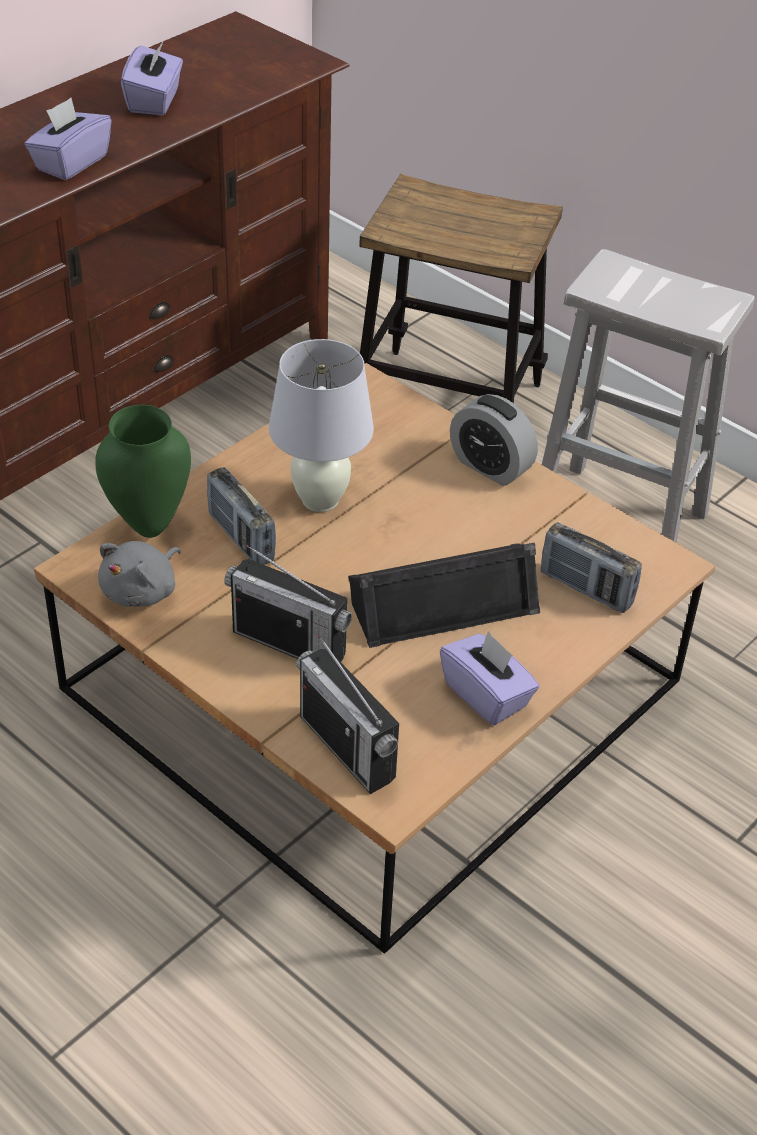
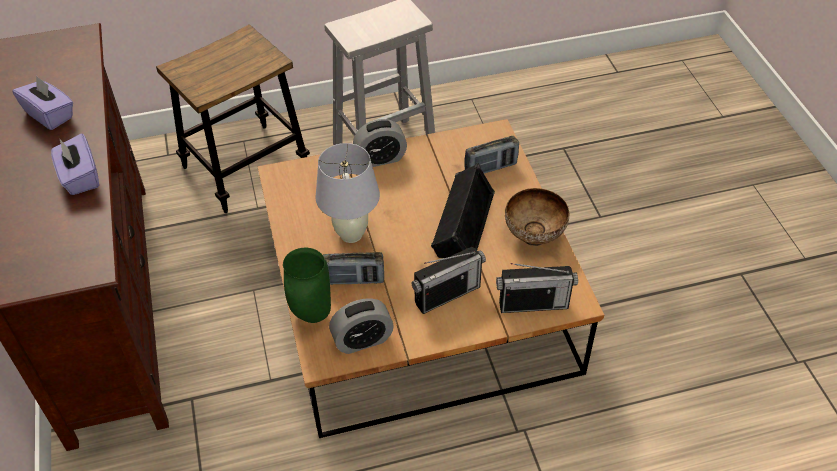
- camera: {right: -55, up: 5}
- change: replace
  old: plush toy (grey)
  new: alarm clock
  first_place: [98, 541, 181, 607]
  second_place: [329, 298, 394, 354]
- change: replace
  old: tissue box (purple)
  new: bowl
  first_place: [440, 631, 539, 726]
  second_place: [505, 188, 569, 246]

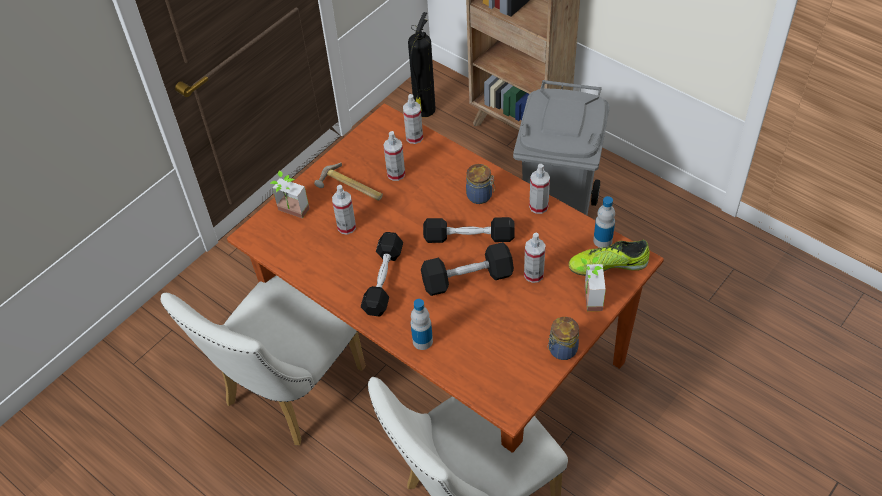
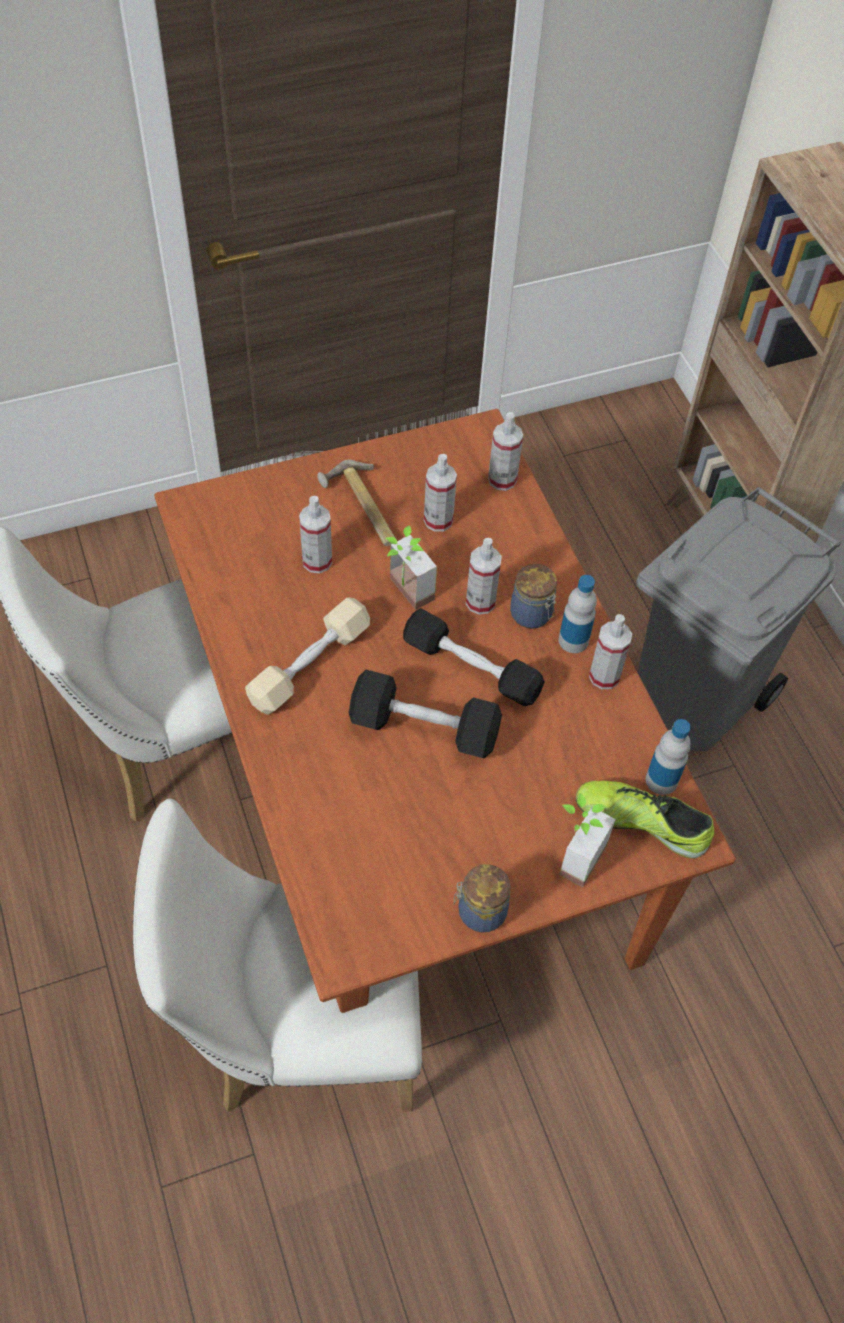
- camera: {right: 25, up: 5}
- change: move
  old: potted plant
  first_place: [270, 171, 310, 219]
  second_place: [385, 525, 437, 610]
- change: recolor
  old: dumbbell (black)
  new: dumbbell (beige)
  first_place: [361, 232, 403, 316]
  second_place: [245, 597, 370, 715]
- change: delete
  old: fire extinguisher
  first_place: [408, 12, 436, 117]
- change: move
  old: bottle
  first_place: [411, 299, 433, 350]
  second_place: [559, 575, 597, 653]
- change: move
  old: spray bottle
  first_place: [524, 233, 546, 283]
  second_place: [466, 538, 502, 615]

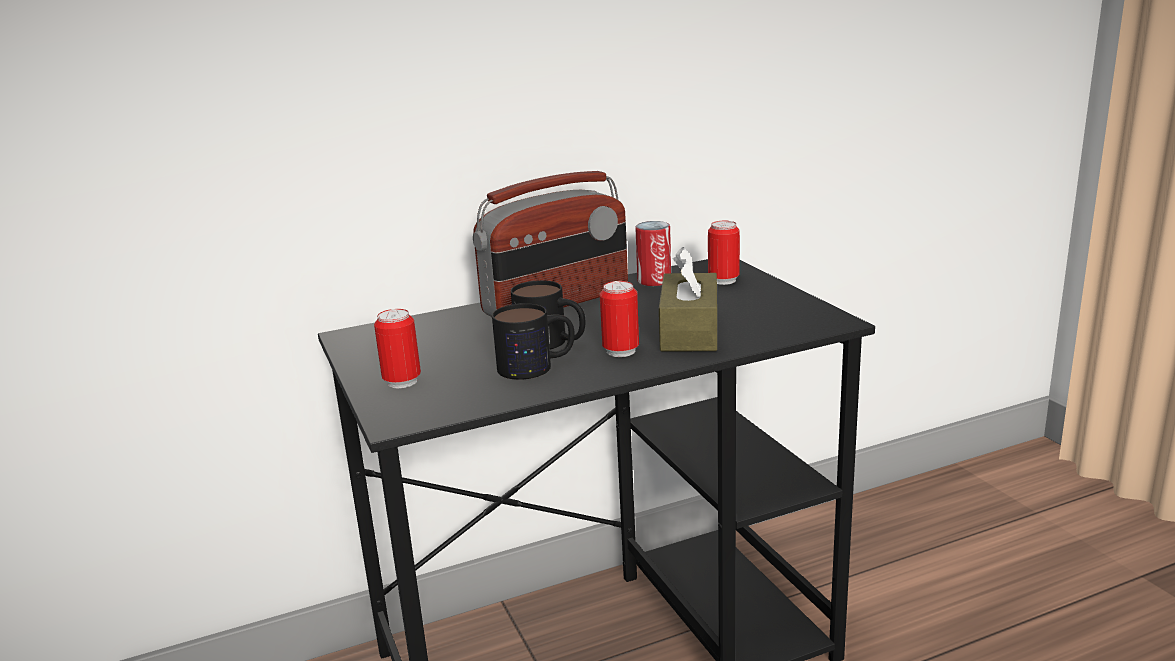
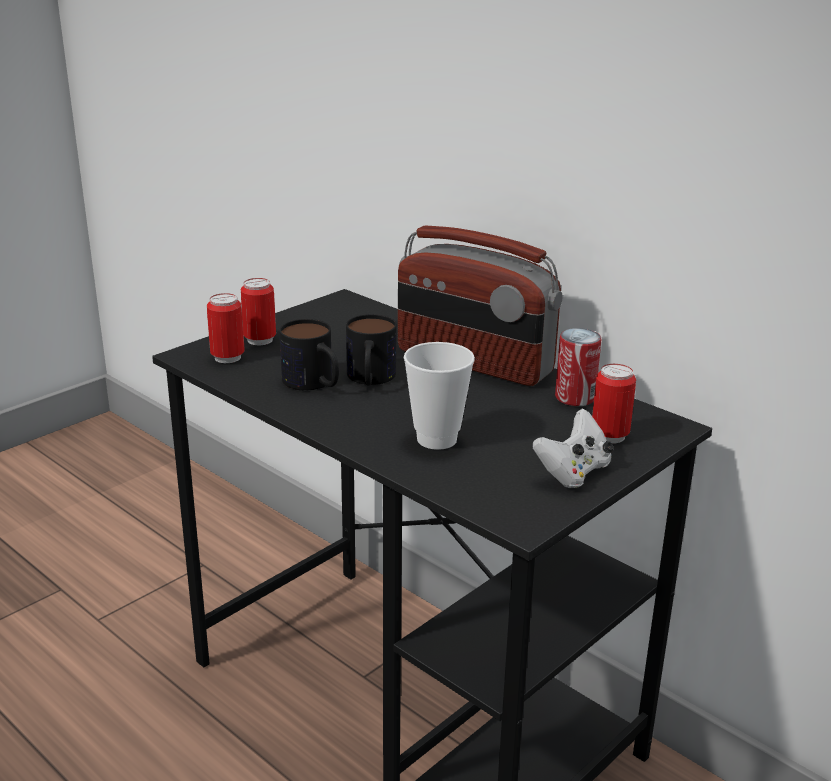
- camera: {right: 65, up: 5}
- change: move
  old: can
  first_place: [599, 281, 639, 357]
  second_place: [207, 293, 245, 363]
- change: replace
  old: tissue box (brown)
  new: cup
  first_place: [659, 247, 717, 351]
  second_place: [404, 342, 475, 450]
- change: insert
  new: game controller (white)
  second_place: [532, 409, 613, 488]

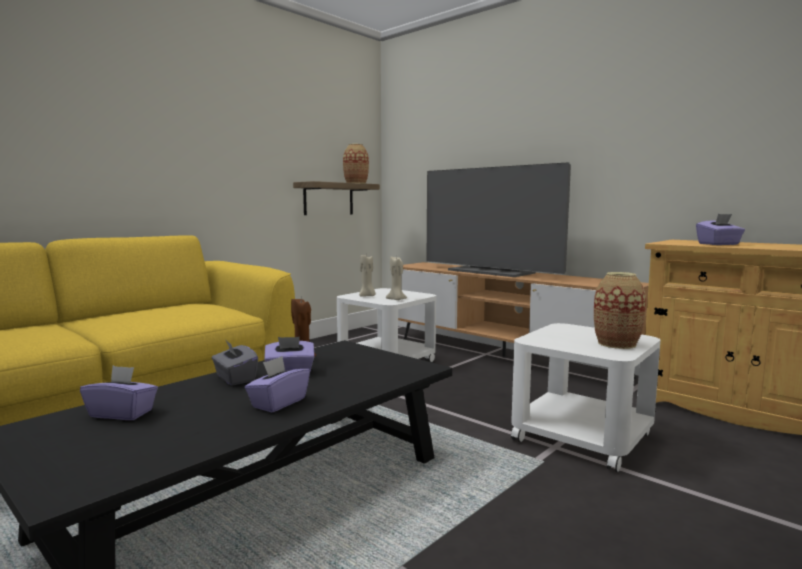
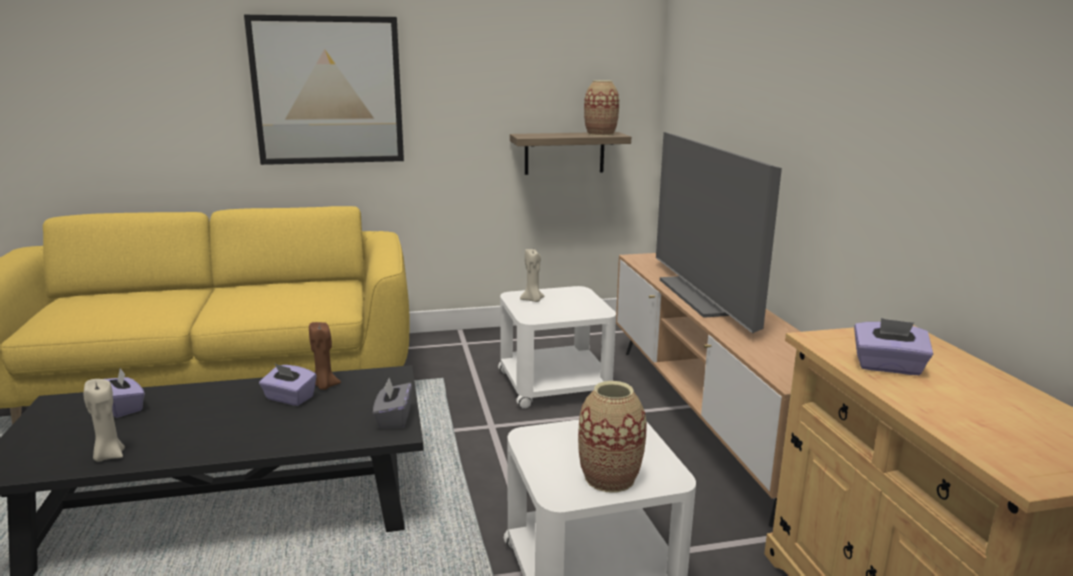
- camera: {right: 35, up: 10}
- change: move
  old: tissue box (grey)
  first_place: [212, 339, 258, 386]
  second_place: [373, 378, 412, 428]
- change: delete
  old: tissue box (purple)
  first_place: [245, 356, 310, 412]
- change: move
  old: candle (beige)
  first_place: [386, 257, 407, 300]
  second_place: [84, 379, 125, 462]
- change: insert
  new: picture
  second_place: [244, 15, 404, 165]

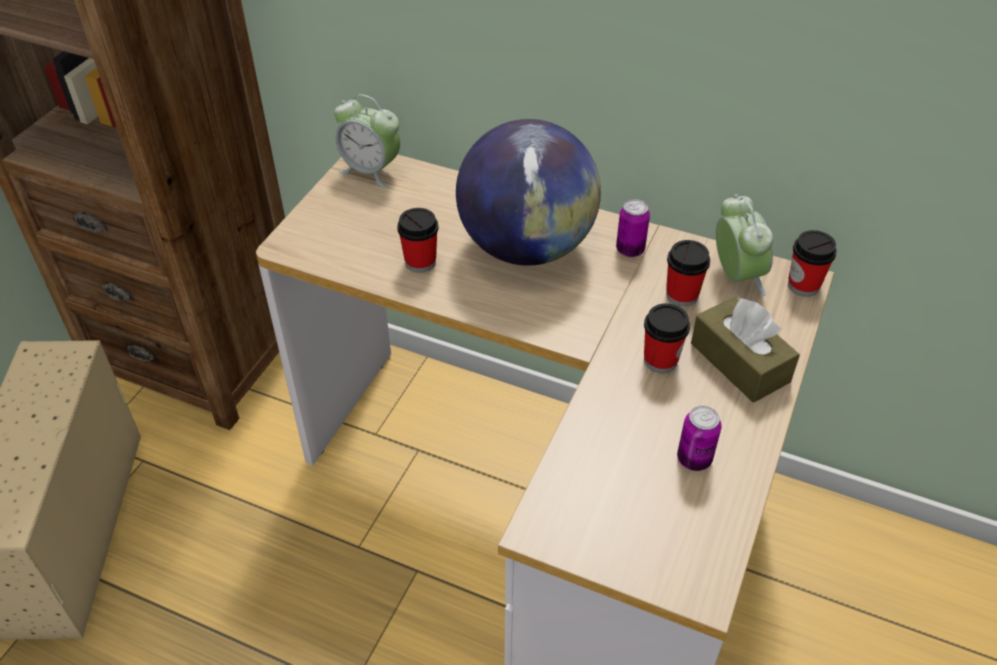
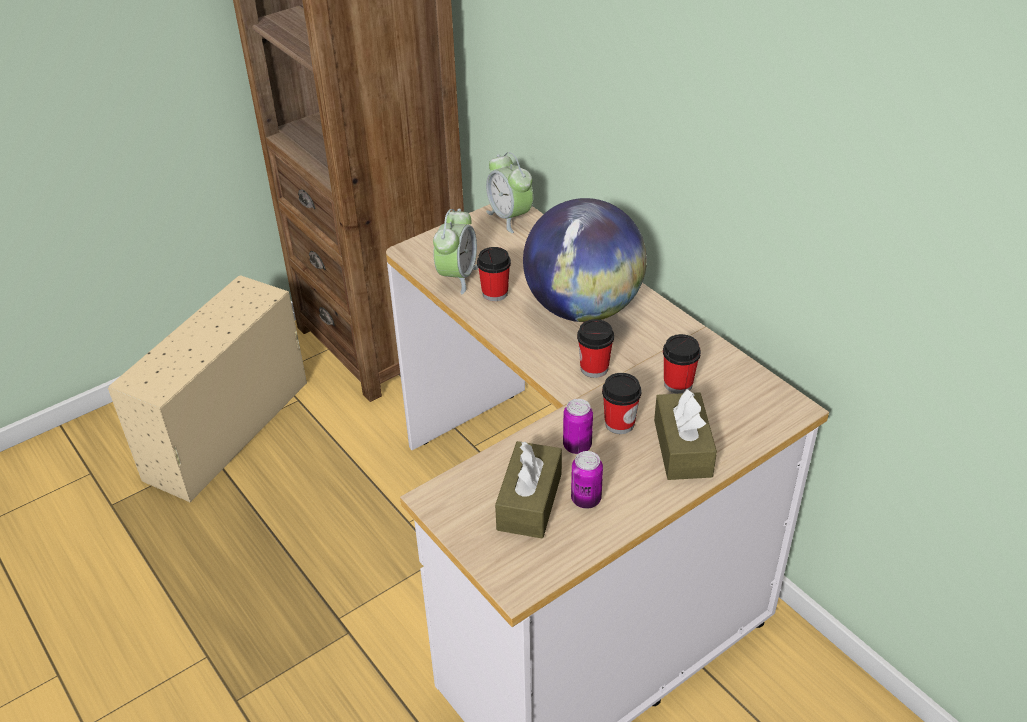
- camera: {right: 30, up: -5}
- change: move
  old: can
  first_place: [616, 199, 650, 257]
  second_place: [563, 399, 593, 454]
- change: move
  old: alarm clock
  first_place: [716, 194, 773, 296]
  second_place: [433, 209, 478, 294]
- change: move
  old: cup
  first_place: [788, 230, 837, 297]
  second_place: [577, 319, 614, 378]
- change: insert
  new: tissue box (brown)
  second_place: [495, 441, 562, 538]

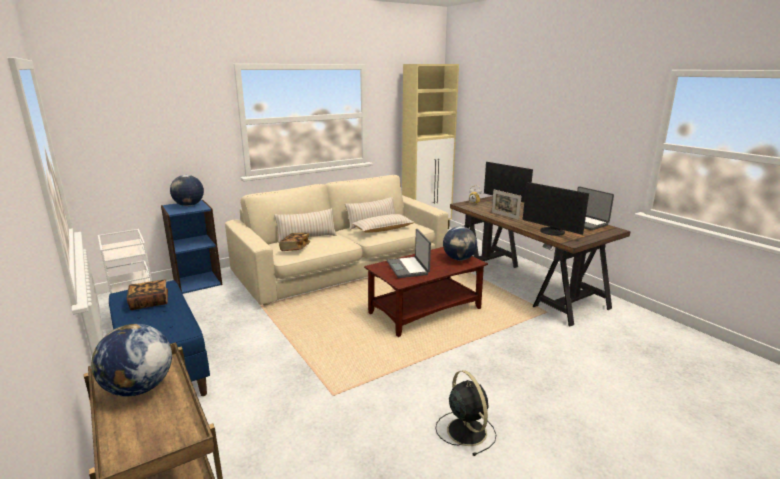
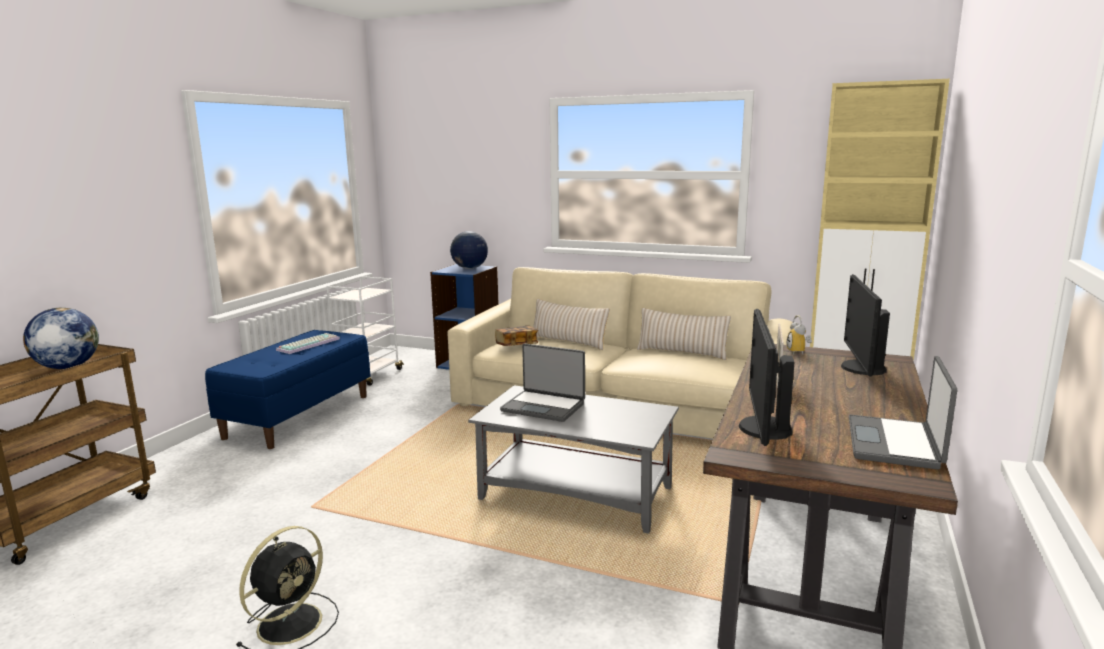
- camera: {right: 55, up: -5}
- change: replace
  old: book
  new: keyboard
  first_place: [127, 280, 168, 310]
  second_place: [276, 333, 340, 354]
- change: delete
  old: pillow (beige)
  first_place: [352, 214, 415, 233]
- change: recolor
  old: coffee table (brown)
  new: coffee table (grey)
  first_place: [364, 247, 488, 337]
  second_place: [468, 385, 679, 534]
- change: rotate
  old: laptop
  first_place: [387, 229, 431, 278]
  second_place: [500, 344, 585, 422]
  degrees: -105
- change: delete
  old: globe
  first_place: [443, 226, 477, 261]

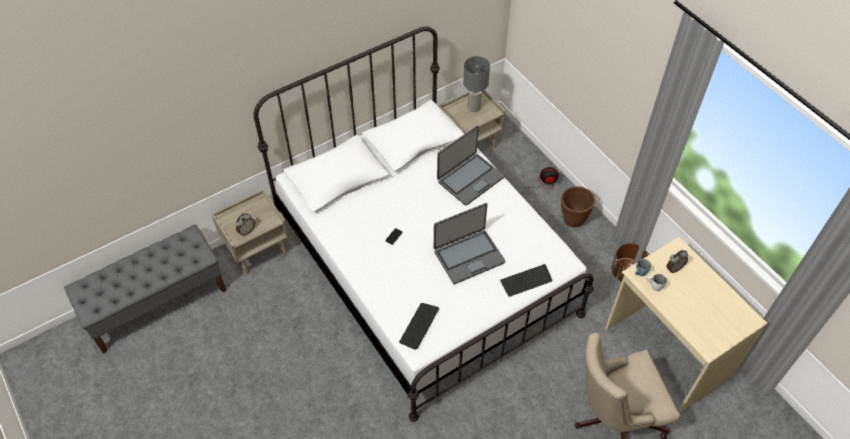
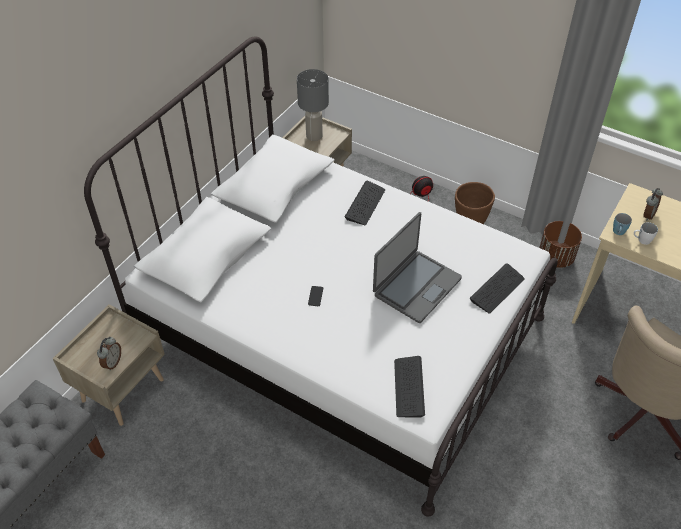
- camera: {right: -25, up: -5}
- change: replace
  old: laptop
  new: keyboard
  first_place: [437, 126, 504, 206]
  second_place: [345, 181, 385, 225]

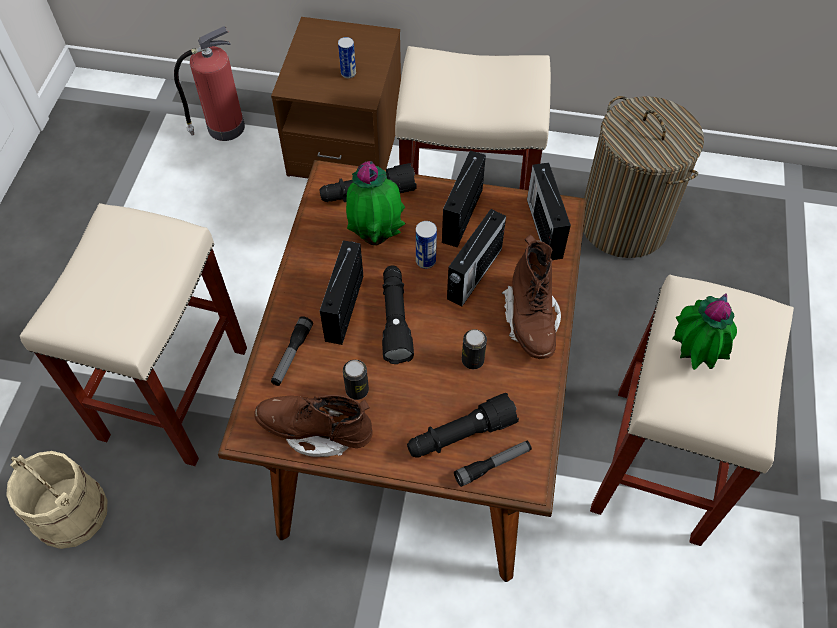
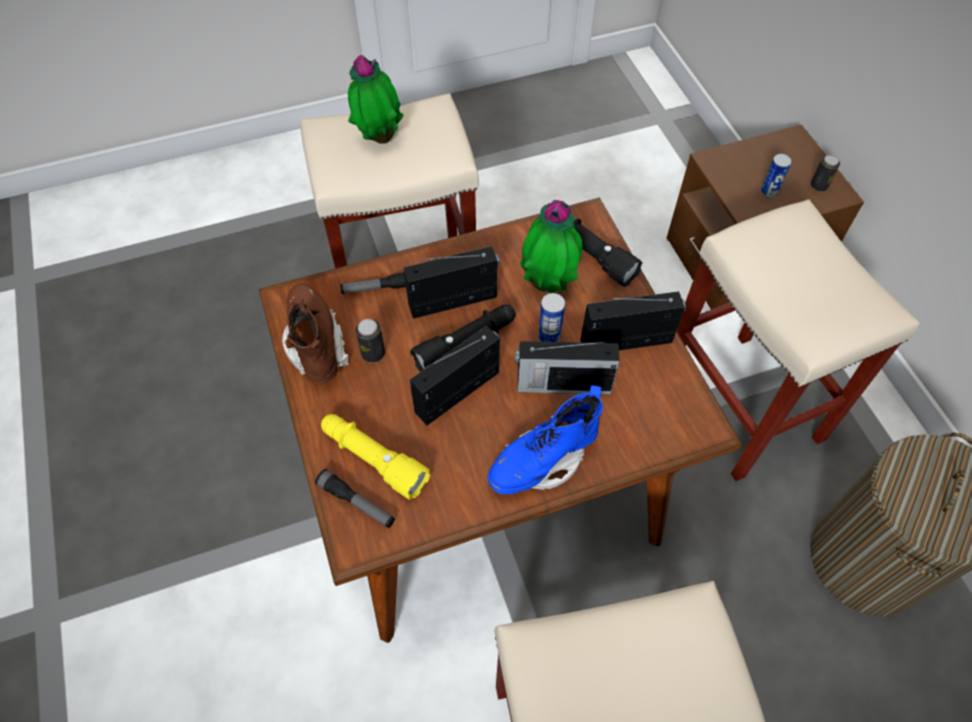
- camera: {right: 60, up: 0}
- change: delete
  old: bucket (beige)
  first_place: [6, 451, 107, 549]
- change: delete
  old: fire extinguisher
  first_place: [174, 26, 245, 141]
- change: recolor
  old: flashlight (black)
  new: flashlight (yellow)
  first_place: [407, 393, 519, 457]
  second_place: [321, 414, 430, 500]
- change: move
  old: can
  first_place: [462, 329, 487, 369]
  second_place: [811, 155, 840, 191]
- change: recolor
  old: boot (brown)
  new: boot (blue)
  first_place: [502, 235, 561, 359]
  second_place: [487, 385, 603, 494]
- change: move
  old: radio
  first_place: [527, 162, 571, 260]
  second_place: [410, 325, 500, 425]
- change: move
  old: potted plant
  first_place: [672, 293, 737, 370]
  second_place: [348, 55, 404, 144]

